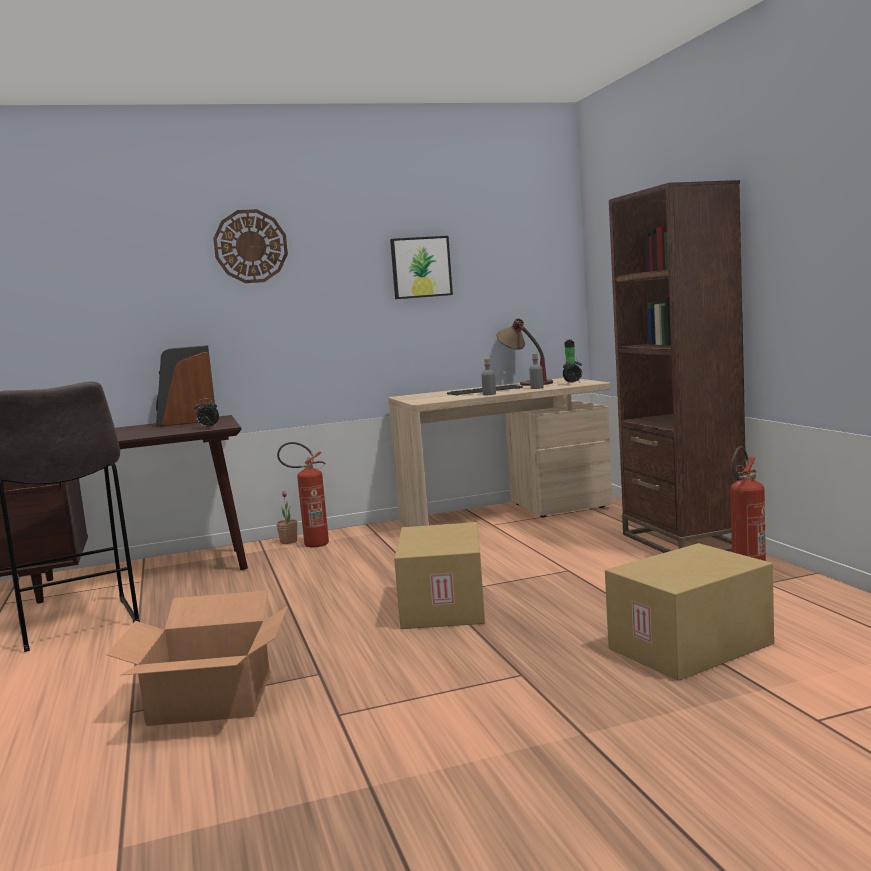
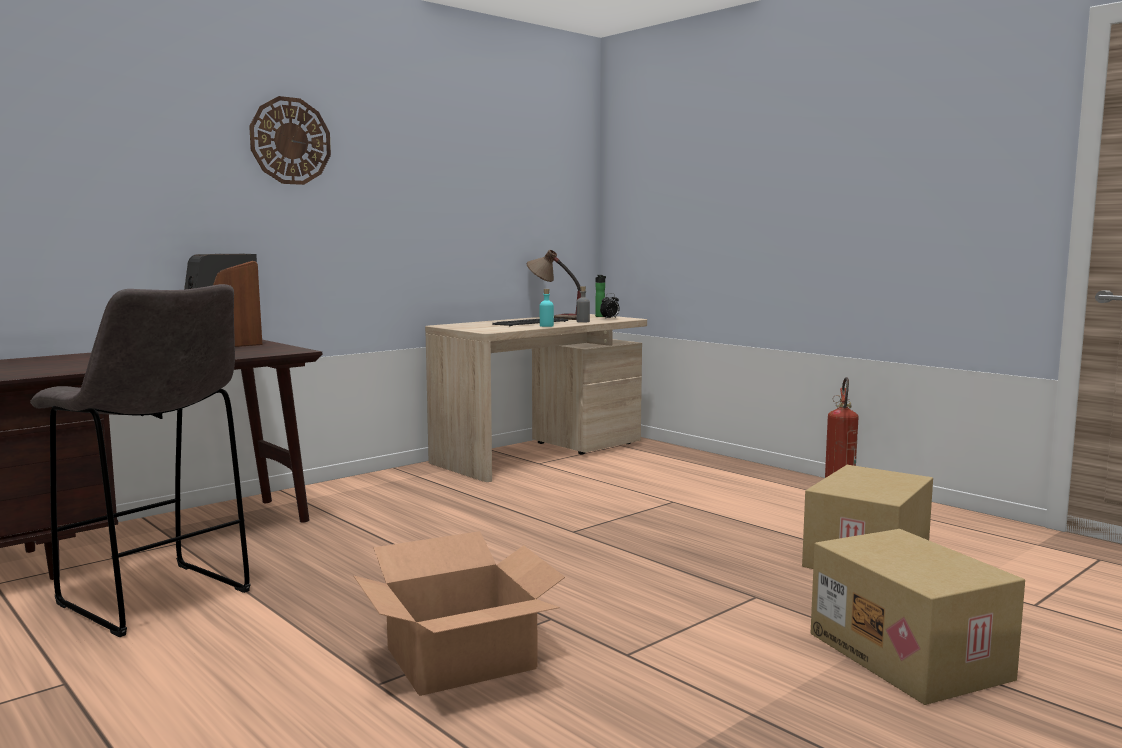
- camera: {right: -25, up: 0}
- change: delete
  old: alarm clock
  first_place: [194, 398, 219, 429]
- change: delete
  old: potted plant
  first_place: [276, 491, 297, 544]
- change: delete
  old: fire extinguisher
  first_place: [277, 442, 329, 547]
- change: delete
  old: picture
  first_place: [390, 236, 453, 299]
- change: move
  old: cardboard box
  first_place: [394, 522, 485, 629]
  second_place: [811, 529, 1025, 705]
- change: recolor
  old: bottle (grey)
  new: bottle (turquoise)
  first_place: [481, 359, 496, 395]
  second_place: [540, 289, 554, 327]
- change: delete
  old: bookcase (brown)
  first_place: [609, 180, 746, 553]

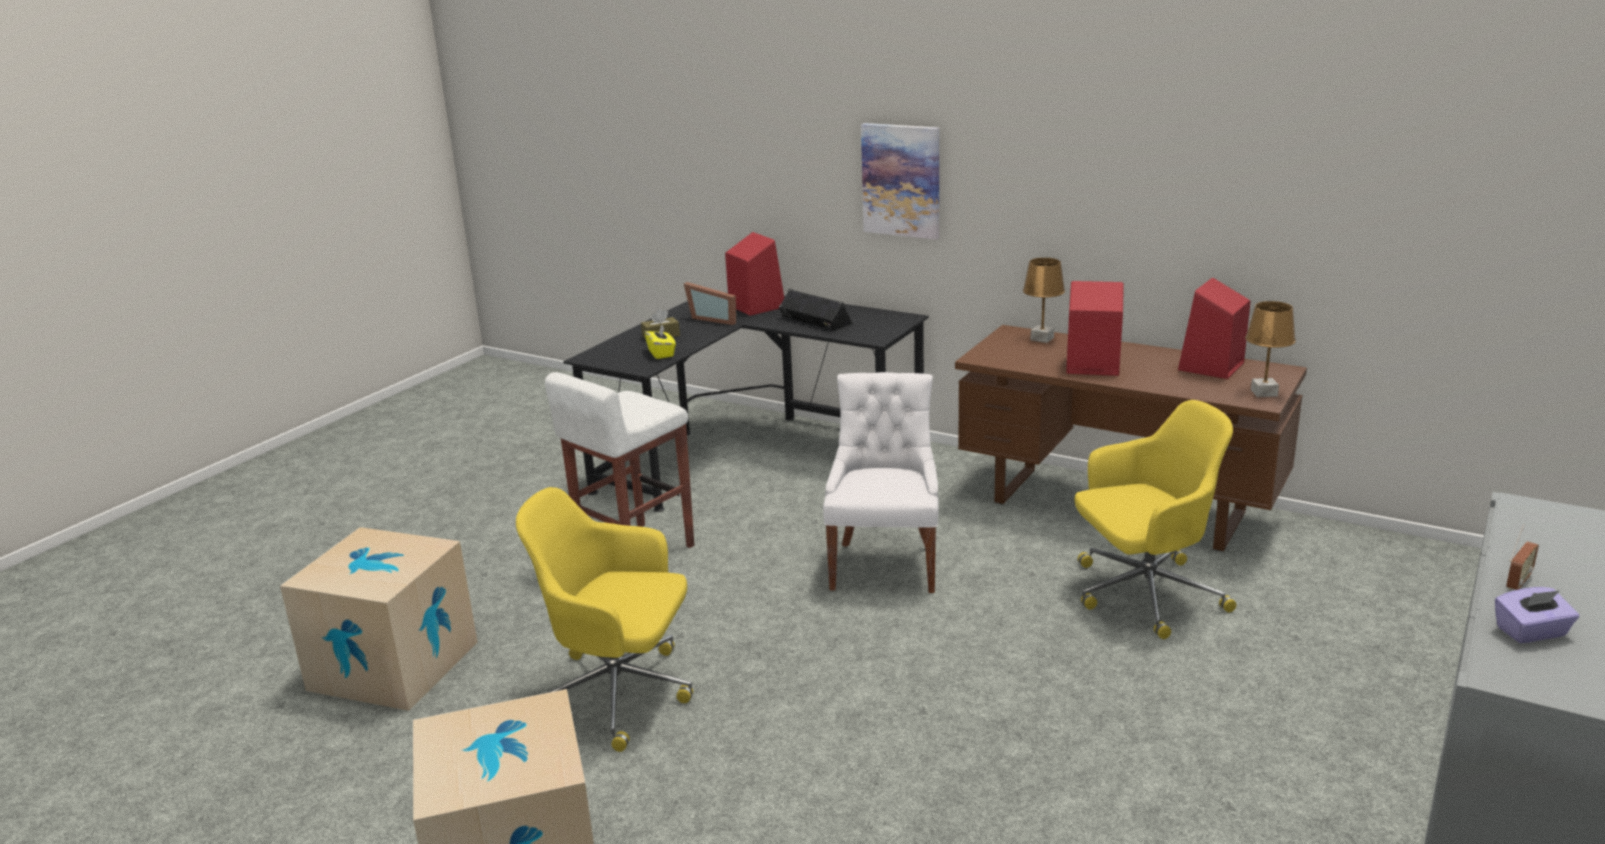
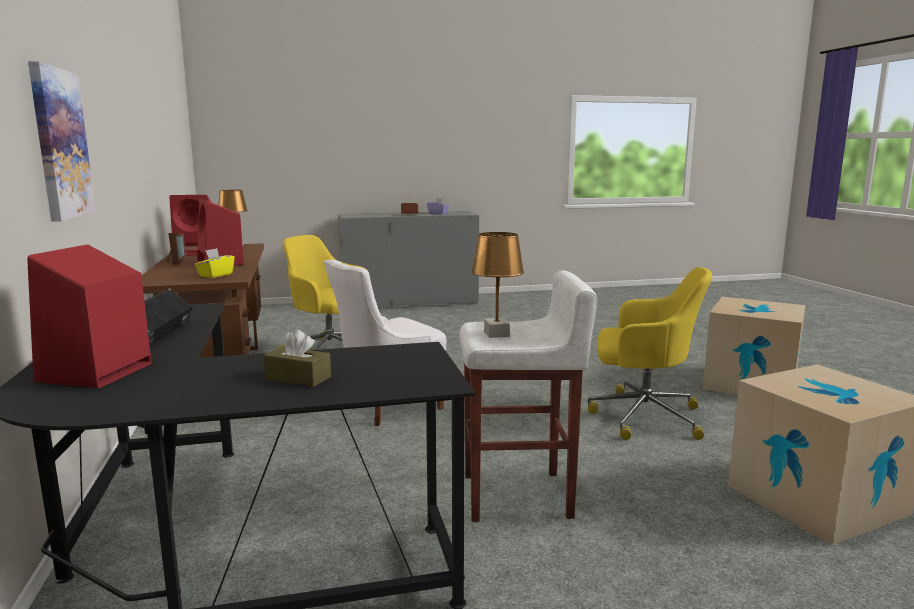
- camera: {right: -135, up: -10}
- change: rotate
  old: office chair (yellow)
  first_place: [516, 487, 693, 752]
  second_place: [588, 267, 712, 440]
  degrees: -45
- change: move
  old: tissue box (yellow)
  first_place: [645, 324, 676, 359]
  second_place: [195, 248, 235, 278]
- change: move
  old: picture frame
  first_place: [684, 282, 736, 325]
  second_place: [166, 233, 186, 264]
- change: move
  old: table lamp (brown)
  first_place: [1023, 258, 1065, 343]
  second_place: [471, 232, 524, 338]

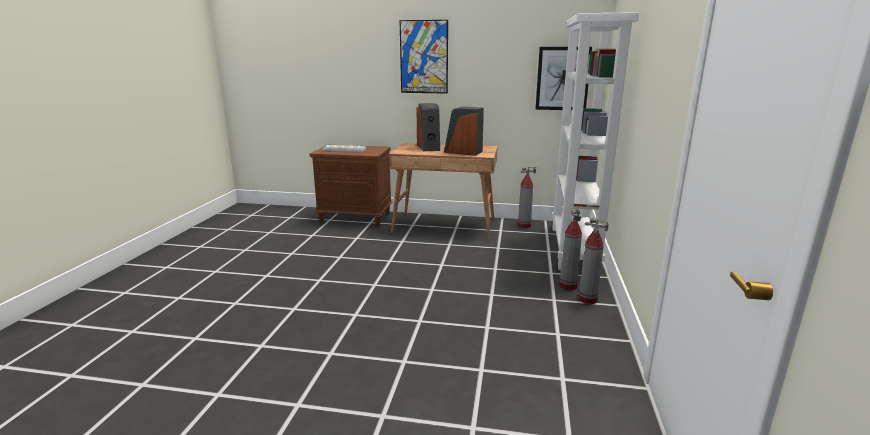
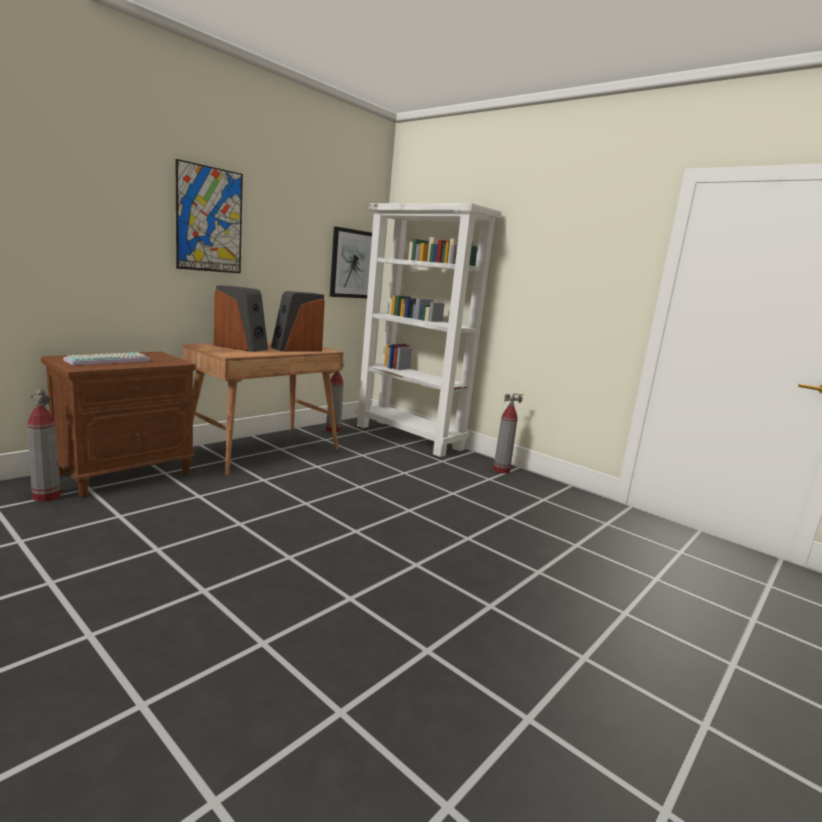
- camera: {right: -60, up: -5}
- change: move
  old: fire extinguisher
  first_place: [559, 209, 582, 290]
  second_place: [27, 389, 61, 502]

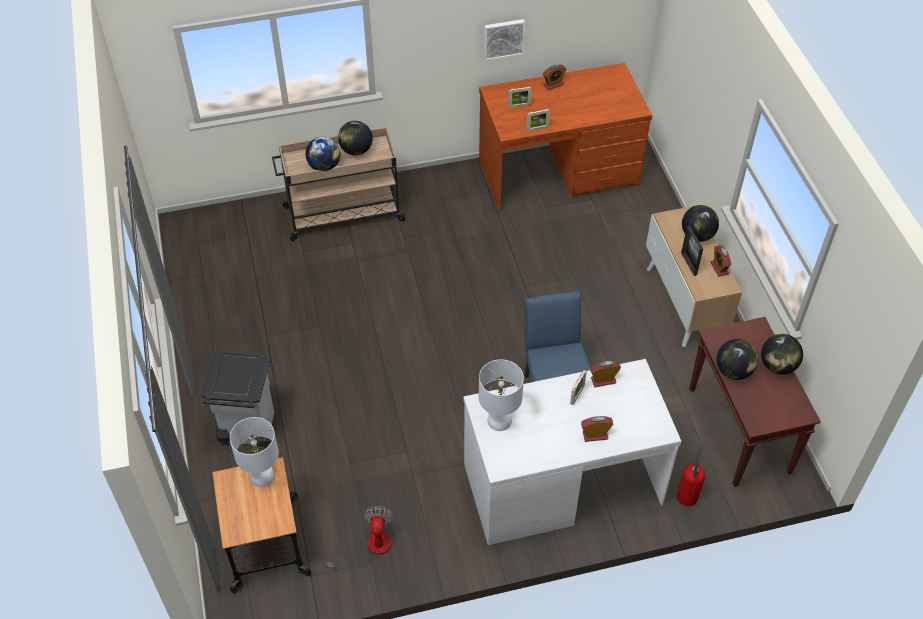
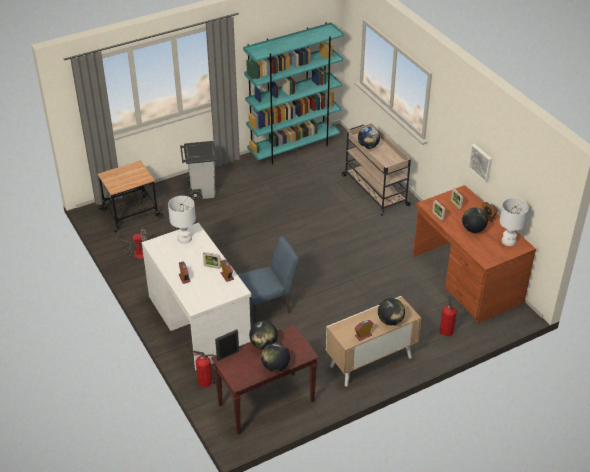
- camera: {right: 75, up: -10}
- change: move
  old: table lamp (white)
  first_place: [230, 417, 279, 487]
  second_place: [500, 198, 529, 246]
- change: move
  old: globe
  first_place: [338, 121, 373, 155]
  second_place: [462, 208, 488, 233]
- change: move
  old: picture frame
  first_place: [681, 226, 703, 276]
  second_place: [215, 329, 239, 361]
- change: insert
  new: bookcase (turquoise)
  second_place: [243, 22, 344, 165]
- change: insert
  new: fire extinguisher
  second_place: [440, 295, 457, 336]

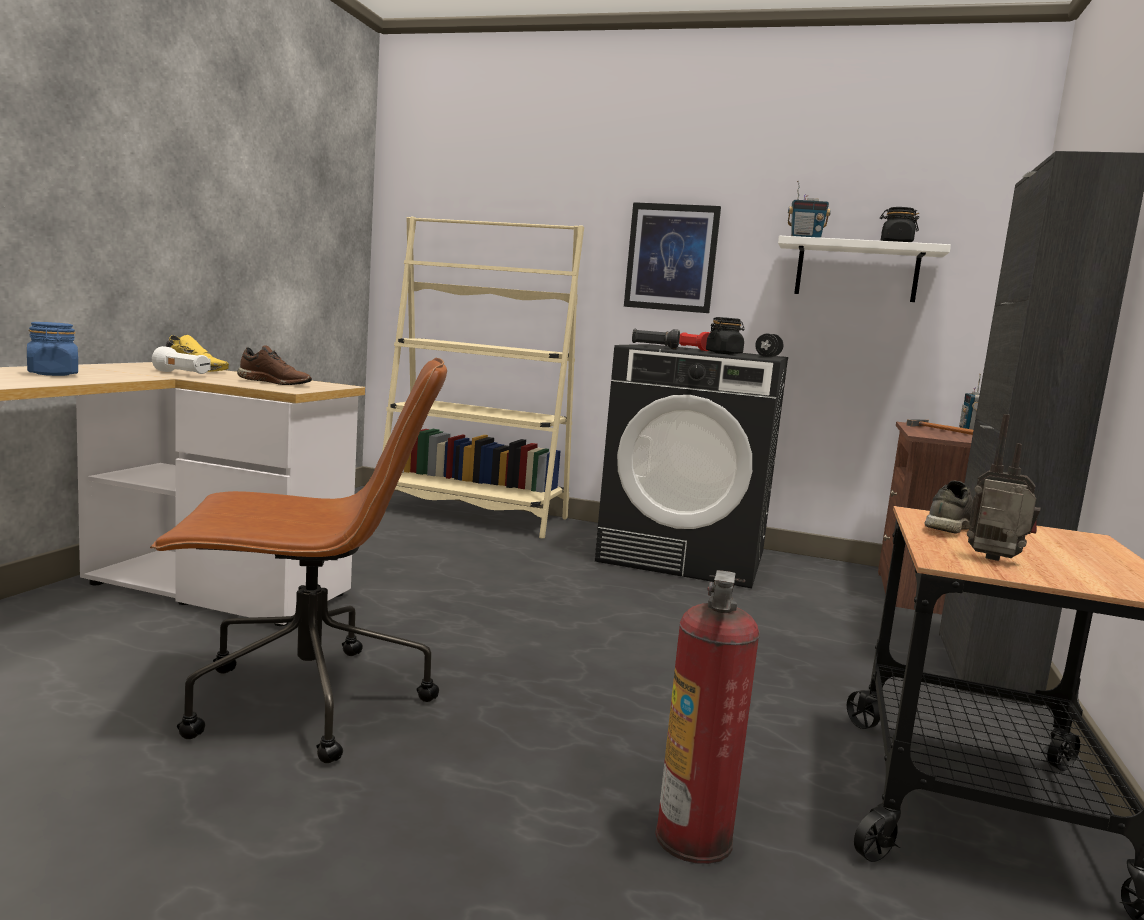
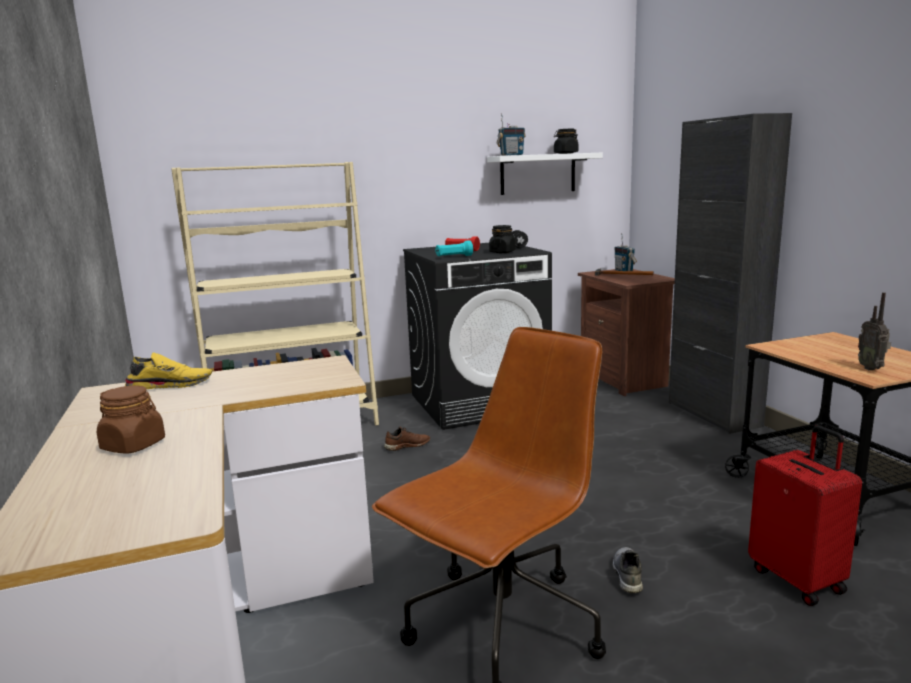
- camera: {right: -35, up: 5}
- change: recolor
  old: jar (blue)
  new: jar (brown)
  first_place: [27, 322, 78, 376]
  second_place: [97, 385, 165, 454]
- change: delete
  old: flashlight (white)
  first_place: [152, 346, 210, 374]
- change: move
  old: shoe (brown)
  first_place: [237, 345, 312, 385]
  second_place: [384, 427, 430, 451]
- change: delete
  old: picture
  first_place: [624, 202, 721, 313]
- change: recolor
  old: flashlight (black)
  new: flashlight (turquoise)
  first_place: [632, 329, 680, 349]
  second_place: [435, 240, 473, 256]
- change: replace
  old: fire extinguisher
  new: suitcase (red)
  first_place: [655, 570, 760, 864]
  second_place: [748, 425, 862, 606]
- change: move
  old: shoe (grey)
  first_place: [925, 480, 973, 534]
  second_place: [612, 547, 643, 593]
- change: rotate
  old: radio
  first_place: [967, 414, 1041, 561]
  second_place: [858, 292, 891, 370]
  degrees: -90

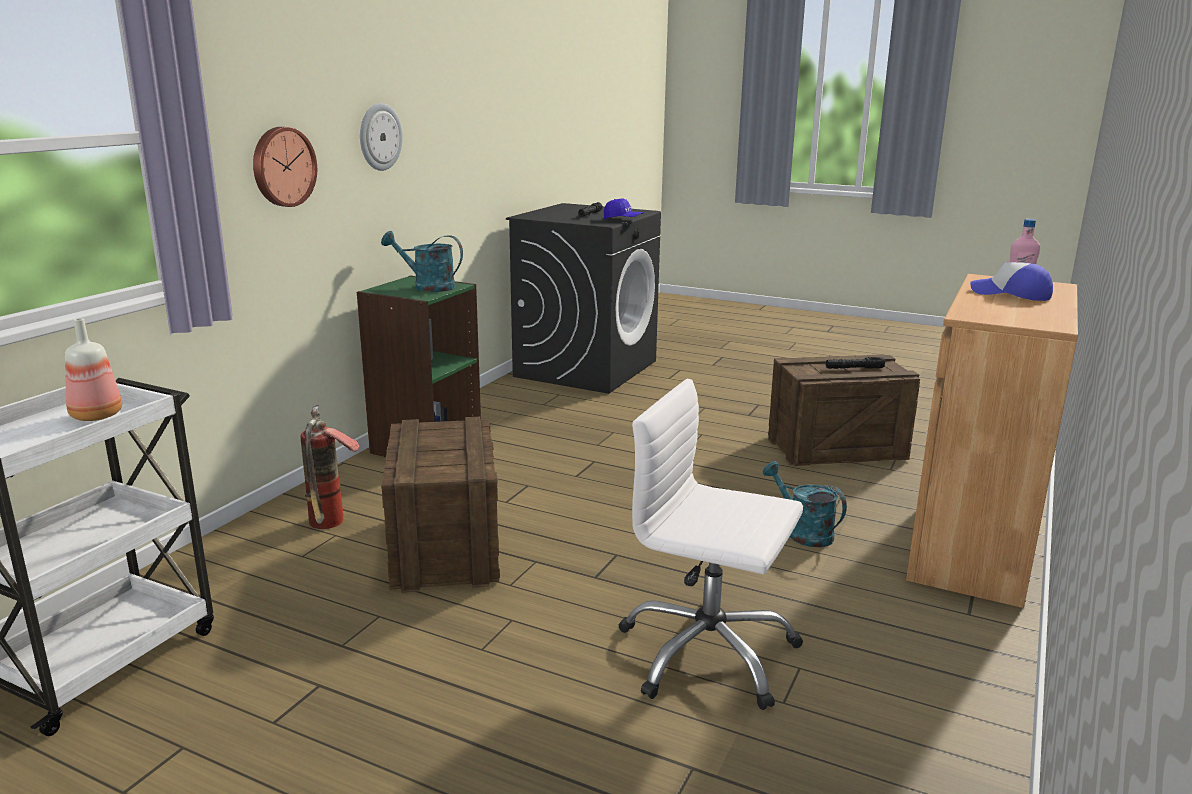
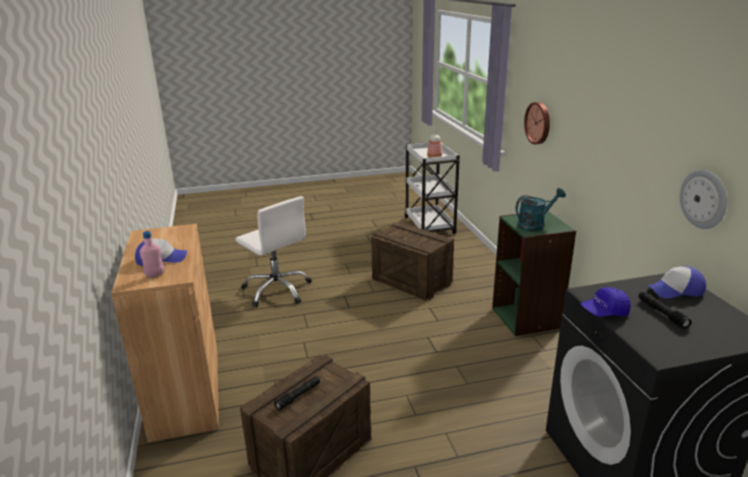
- camera: {right: 140, up: 5}
- change: delete
  old: fire extinguisher
  first_place: [301, 405, 359, 529]
- change: move
  old: wall clock
  first_place: [360, 103, 403, 171]
  second_place: [680, 170, 727, 229]
- change: rotate
  old: office chair (white)
  first_place: [618, 379, 803, 710]
  second_place: [235, 196, 312, 308]
  degrees: 60
- change: delete
  old: watering can (turquoise)
  first_place: [763, 461, 847, 547]
- change: insert
  new: cap
  second_place: [648, 266, 706, 298]

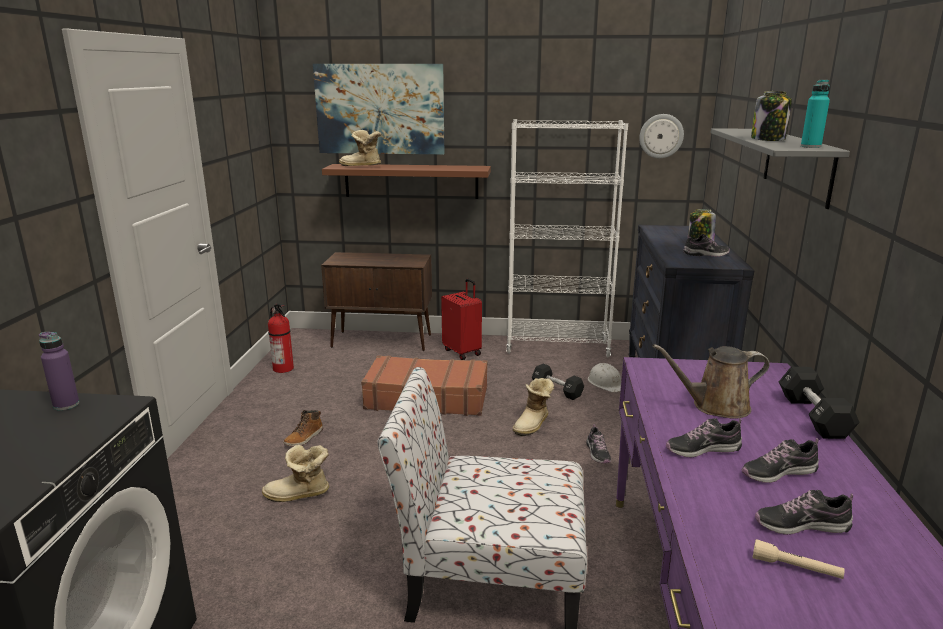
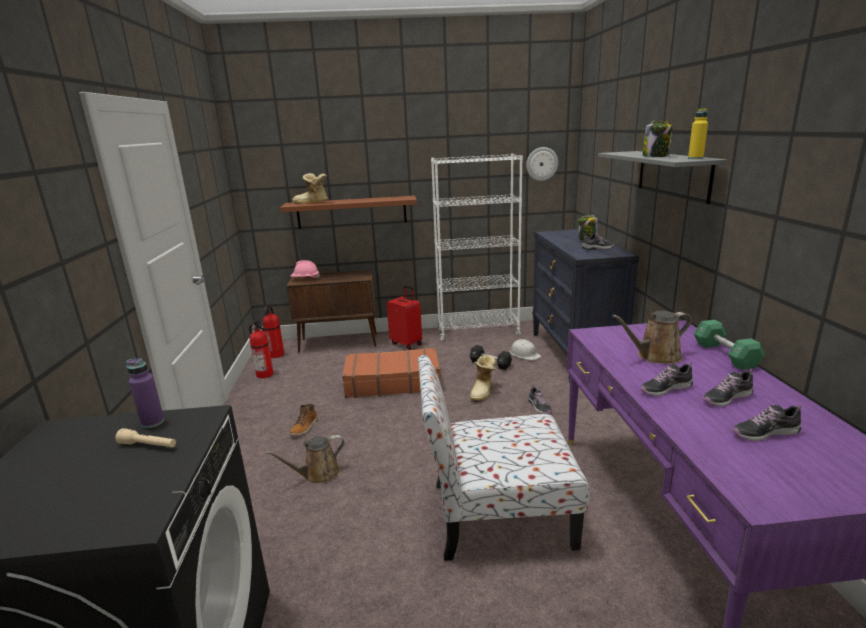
- camera: {right: -10, up: 0}
- change: replace
  old: boot
  new: watering can (brown)
  first_place: [262, 445, 329, 502]
  second_place: [265, 435, 345, 484]
- change: delete
  old: picture
  first_place: [313, 64, 444, 154]
- change: move
  old: flashlight (beige)
  first_place: [753, 539, 845, 579]
  second_place: [115, 428, 176, 447]
- change: recolor
  old: dumbbell (black)
  new: dumbbell (green)
  first_place: [779, 367, 860, 439]
  second_place: [694, 320, 765, 370]
- change: recolor
  old: bottle (turquoise)
  new: bottle (yellow)
  first_place: [801, 80, 830, 148]
  second_place: [688, 108, 708, 159]
- change: insert
  new: fire extinguisher
  second_place: [263, 305, 284, 358]
- change: insert
  new: hard hat (pink)
  second_place: [290, 260, 320, 279]

